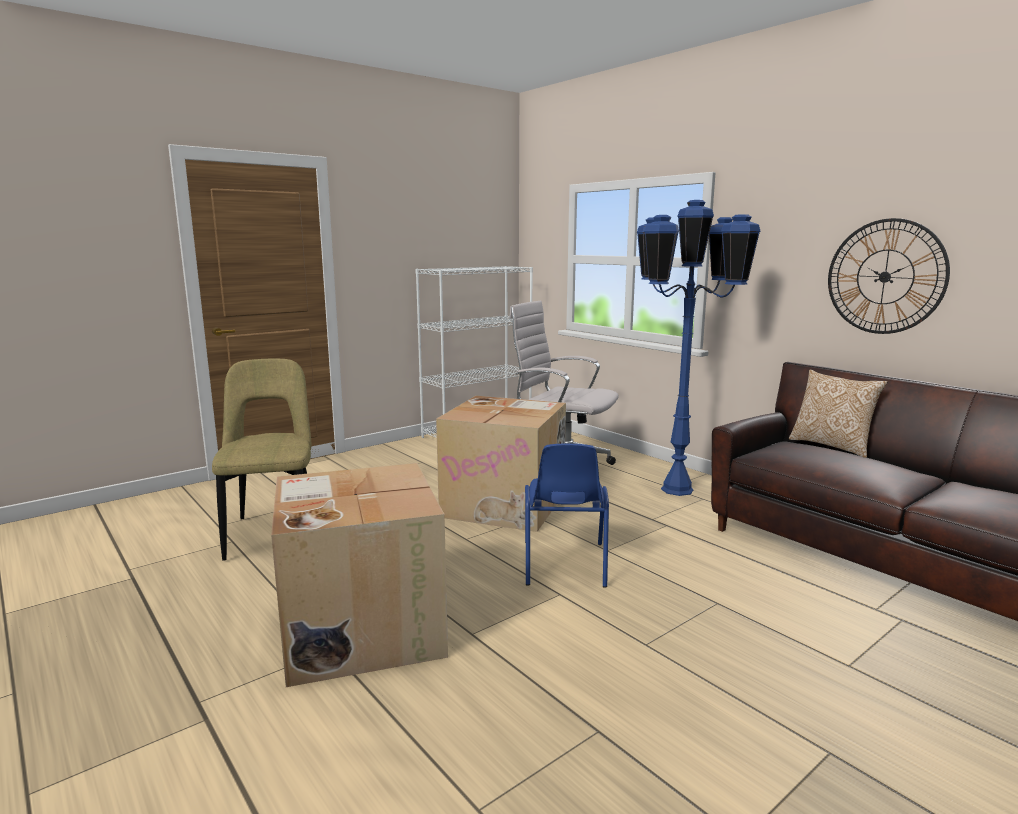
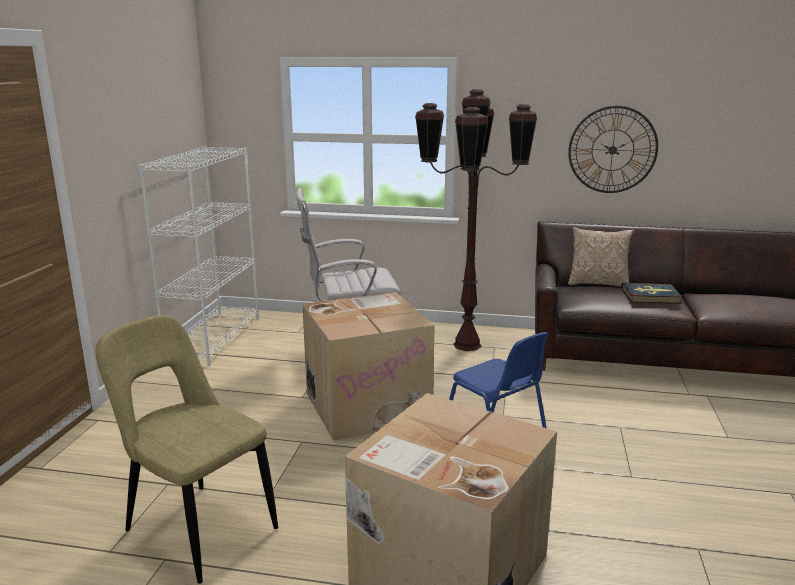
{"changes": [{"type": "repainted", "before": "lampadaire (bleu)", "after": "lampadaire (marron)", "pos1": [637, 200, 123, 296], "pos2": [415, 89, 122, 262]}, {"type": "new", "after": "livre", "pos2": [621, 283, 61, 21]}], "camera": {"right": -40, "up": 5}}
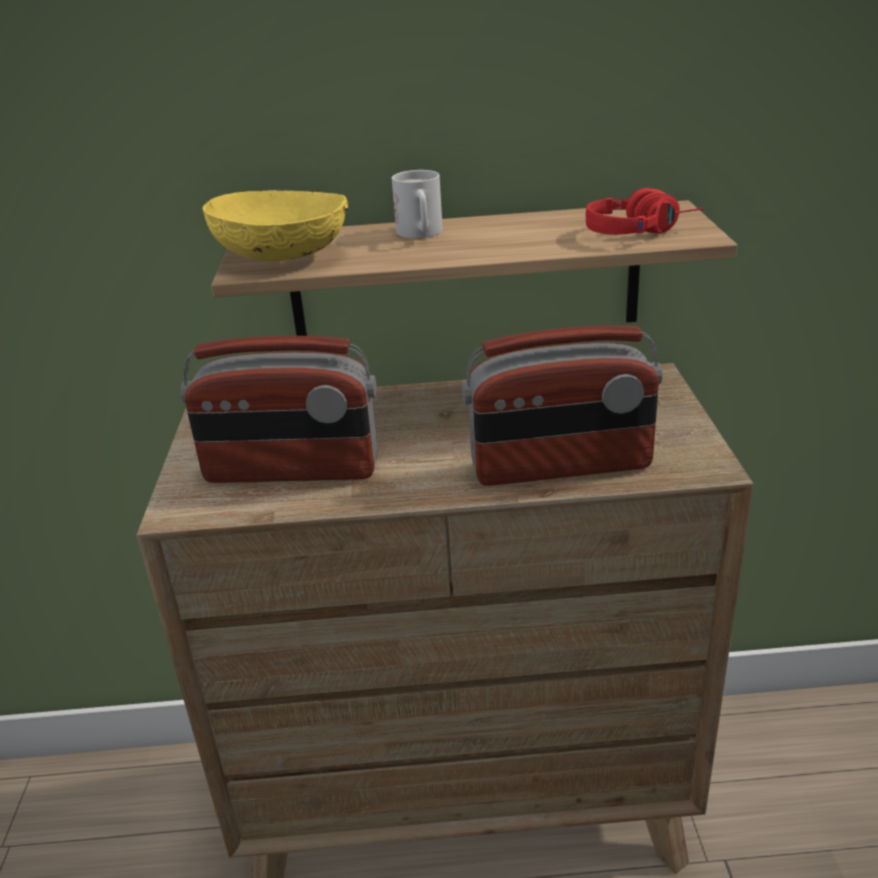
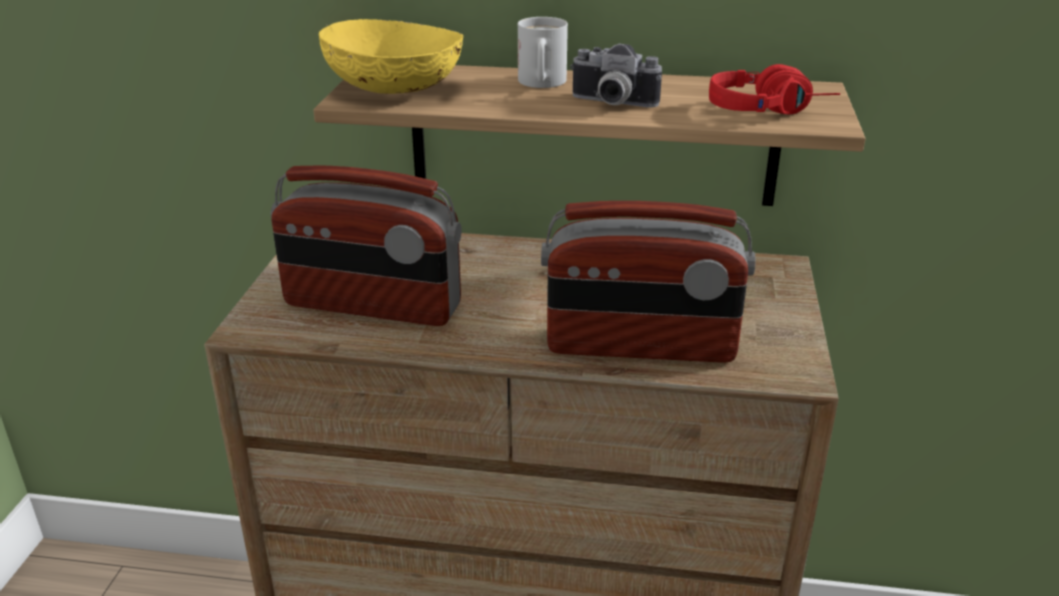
{"changes": [{"type": "new", "after": "appareil photo", "pos2": [570, 43, 92, 65]}], "camera": {"right": 10, "up": 0}}
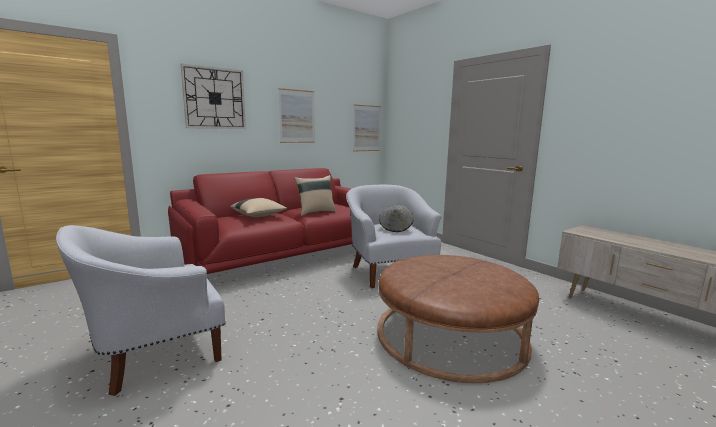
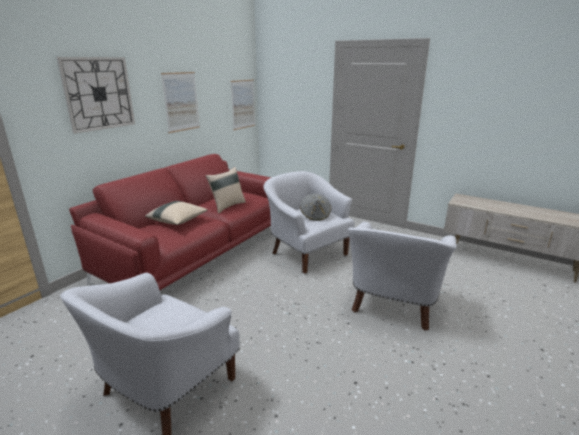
{"changes": [{"type": "swapped", "before": "pouf (marron)", "after": "fauteuil (blanc)", "pos1": [377, 255, 162, 128], "pos2": [347, 222, 110, 109]}], "camera": {"right": -20, "up": 10}}
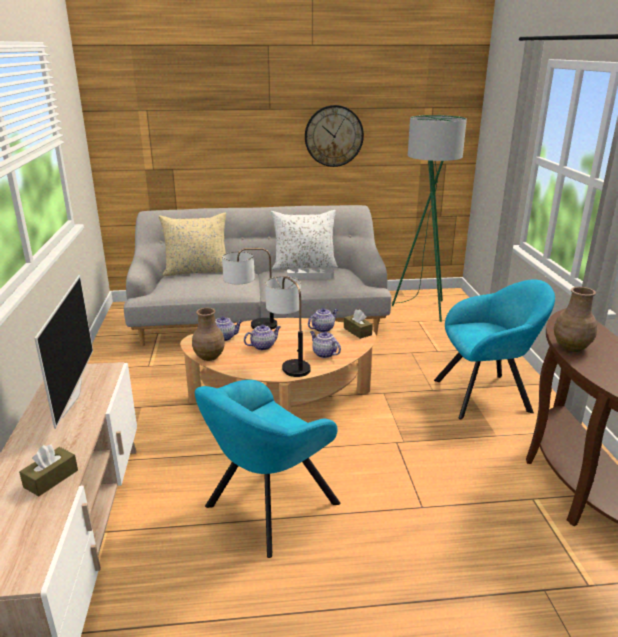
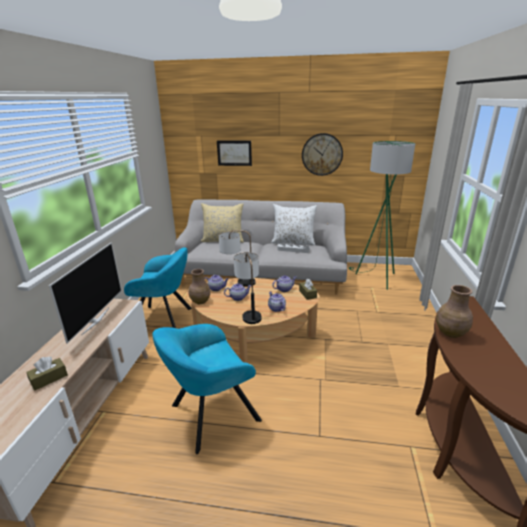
{"changes": [{"type": "shifted", "before": "fauteuil (turquoise)", "pos1": [434, 279, 121, 140], "pos2": [124, 247, 68, 81]}, {"type": "new", "after": "tableau", "pos2": [217, 141, 35, 25]}], "camera": {"right": 15, "up": 0}}
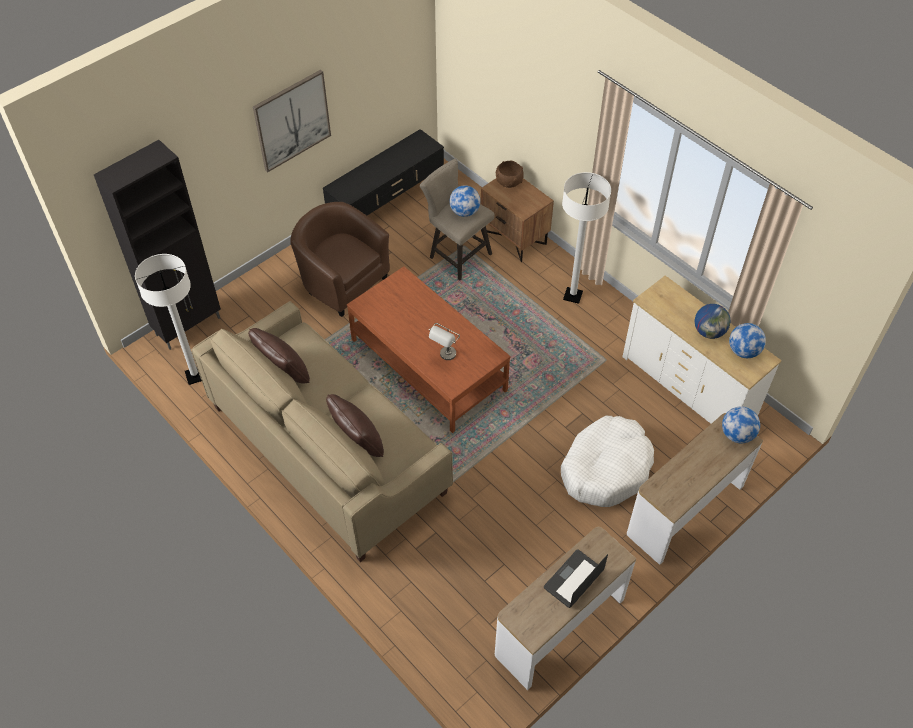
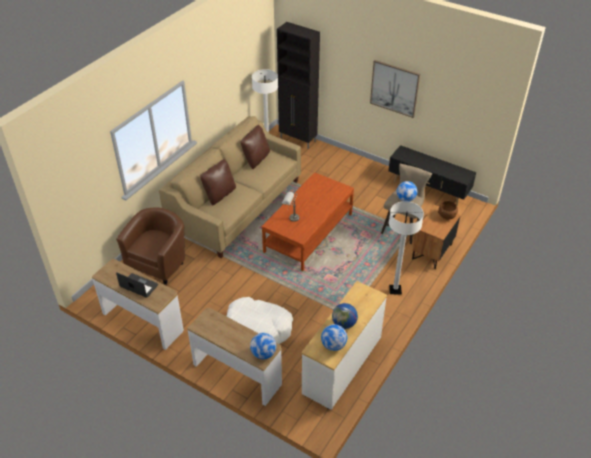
{"changes": [{"type": "shifted", "before": "fauteuil (marron)", "pos1": [291, 202, 99, 115], "pos2": [116, 207, 69, 78]}], "camera": {"right": 75, "up": -10}}
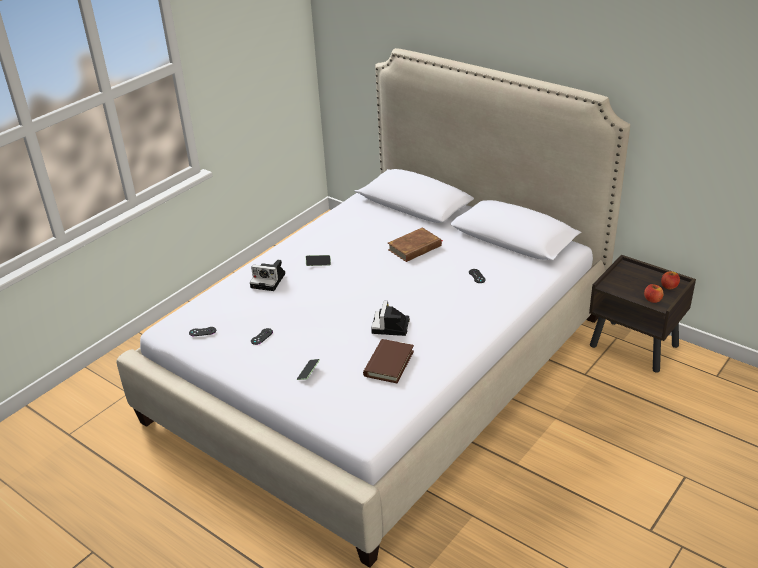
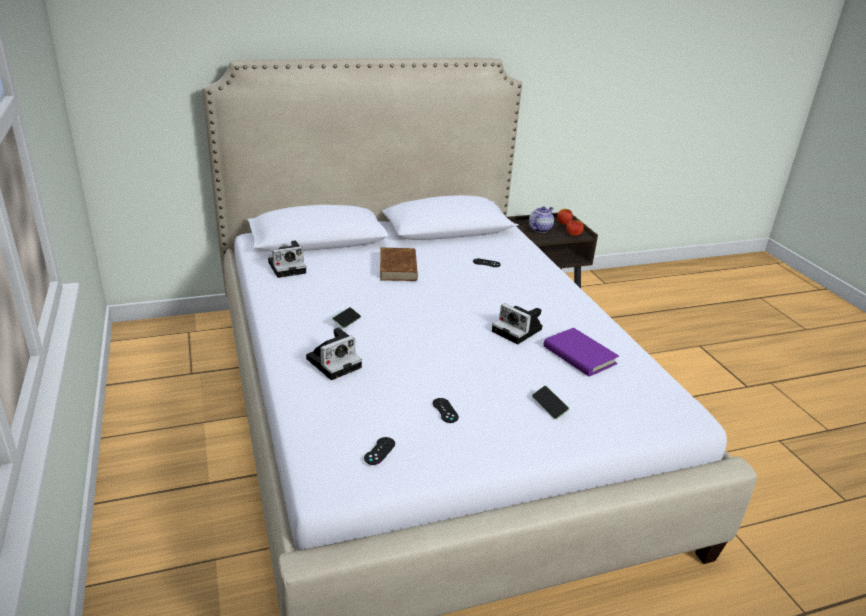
{"changes": [{"type": "new", "after": "appareil photo", "pos2": [268, 240, 38, 38]}, {"type": "new", "after": "théière", "pos2": [529, 206, 25, 27]}, {"type": "repainted", "before": "livre (marron)", "after": "livre (violet)", "pos1": [363, 339, 51, 44], "pos2": [544, 328, 75, 49]}], "camera": {"right": -60, "up": -5}}
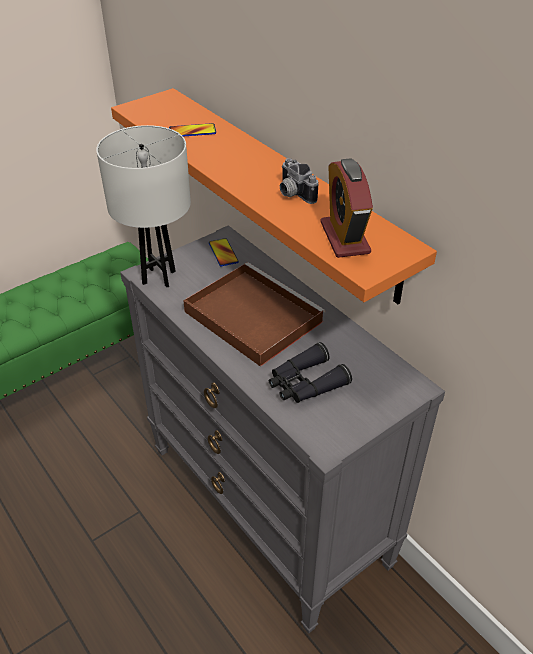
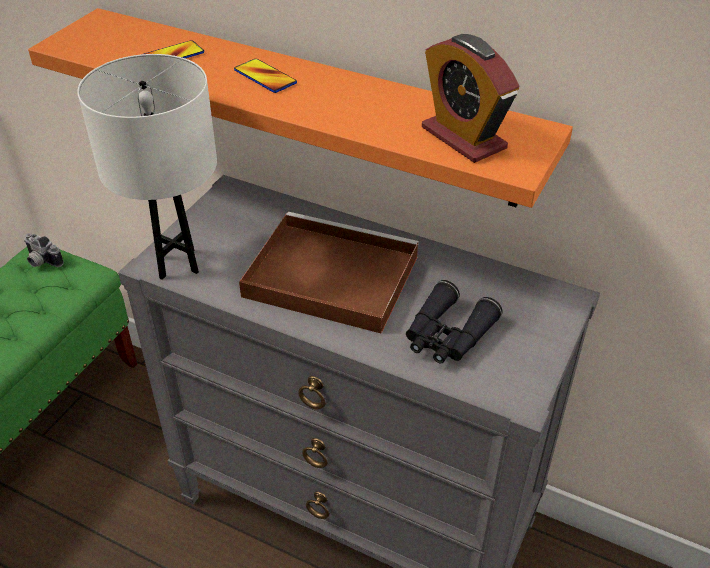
{"changes": [{"type": "shifted", "before": "appareil photo", "pos1": [280, 158, 38, 46], "pos2": [24, 233, 40, 34]}, {"type": "shifted", "before": "téléphone", "pos1": [209, 238, 30, 28], "pos2": [234, 59, 63, 34]}], "camera": {"right": -25, "up": 0}}
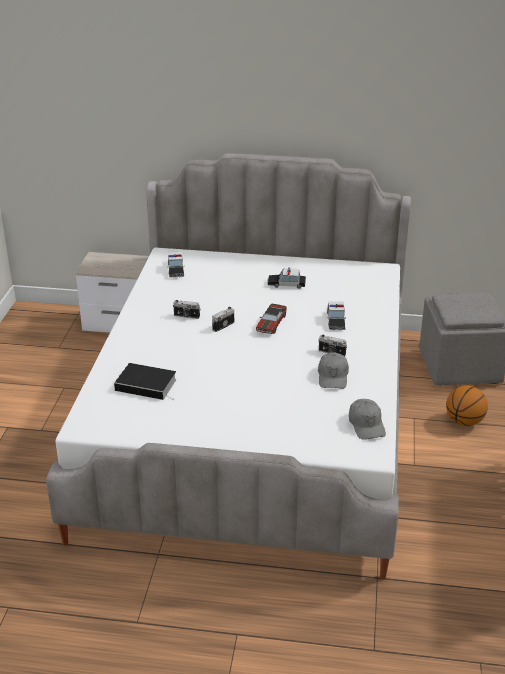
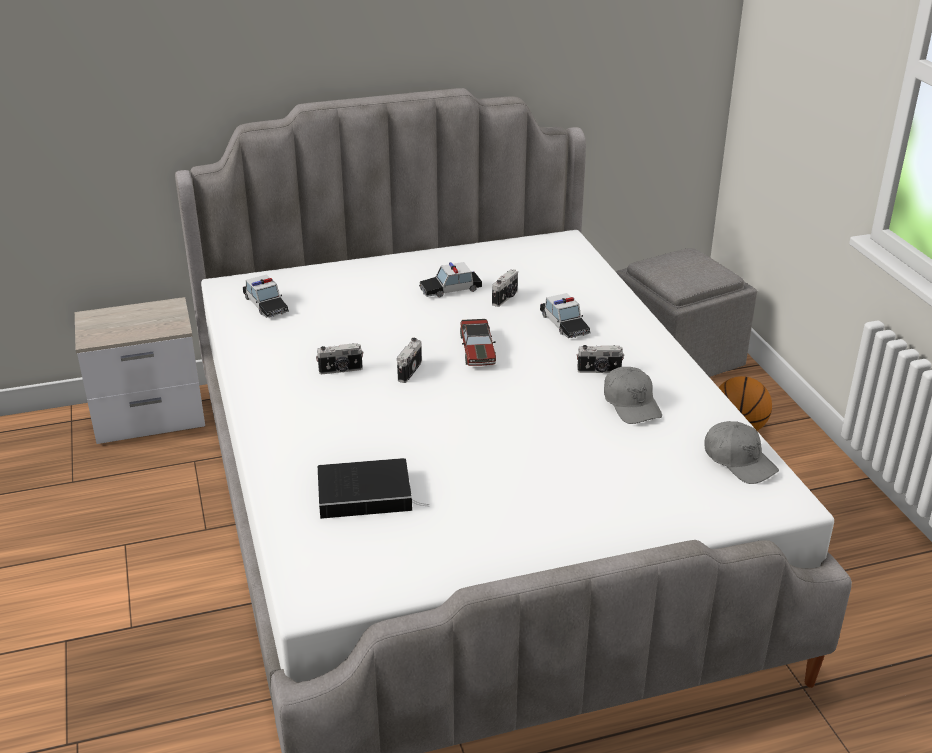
{"changes": [{"type": "new", "after": "appareil photo", "pos2": [492, 269, 26, 38]}], "camera": {"right": -25, "up": 0}}
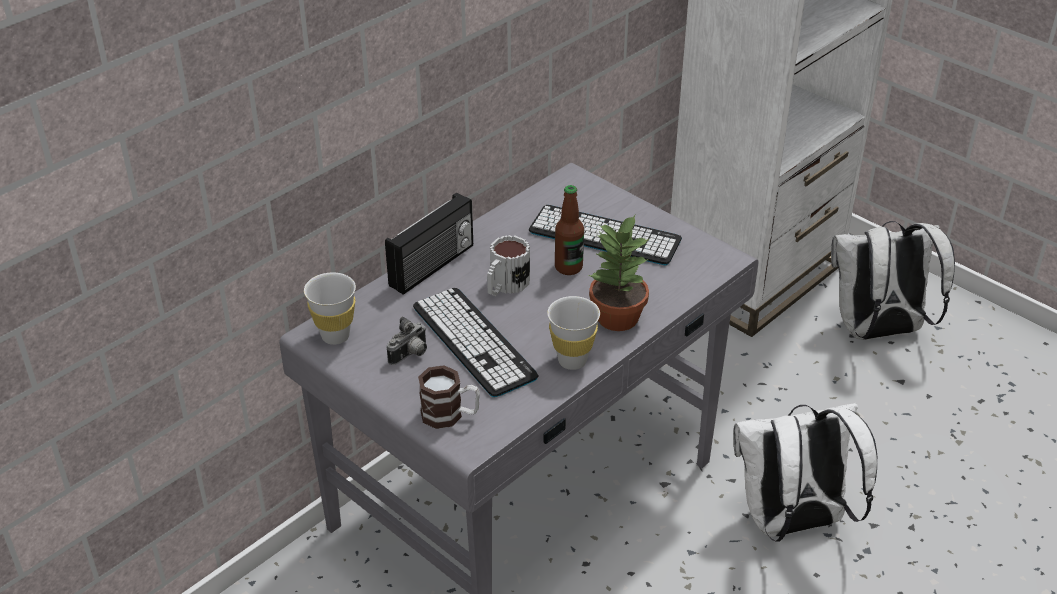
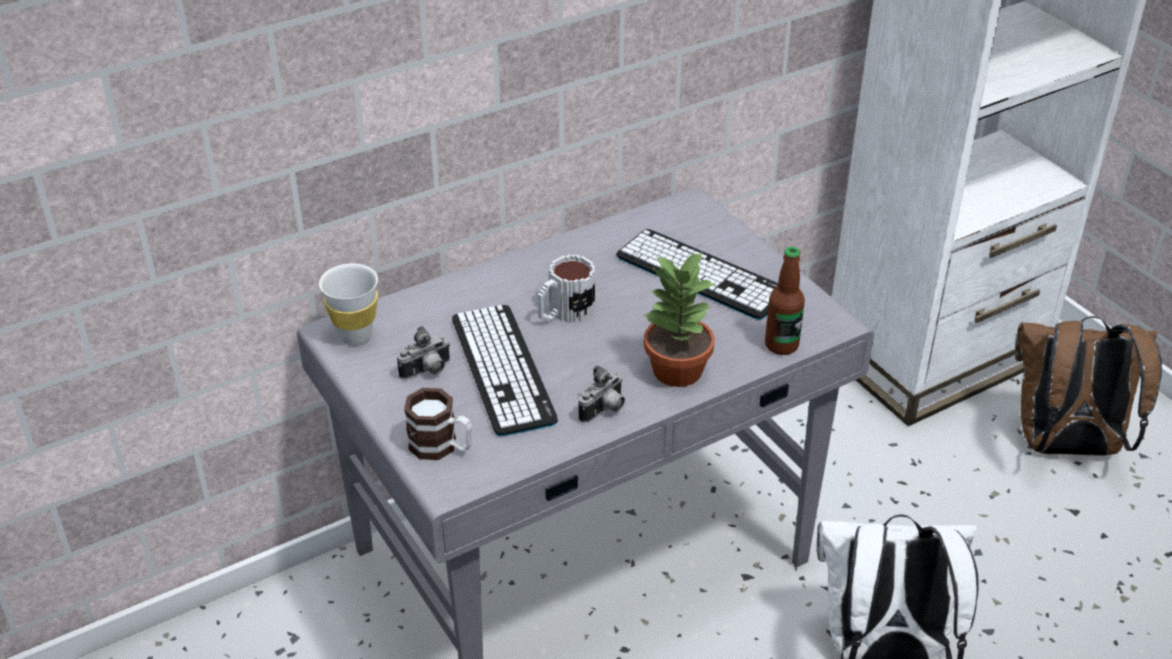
{"changes": [{"type": "swapped", "before": "tasse (blanc)", "after": "appareil photo", "pos1": [547, 296, 53, 74], "pos2": [578, 365, 47, 58]}, {"type": "shifted", "before": "bouteille", "pos1": [555, 185, 29, 90], "pos2": [765, 247, 40, 108]}, {"type": "repainted", "before": "sac à dos (blanc)", "after": "sac à dos (marron)", "pos1": [831, 221, 124, 119], "pos2": [1015, 316, 147, 140]}, {"type": "gone", "before": "radio", "pos1": [385, 193, 88, 102]}], "camera": {"right": 15, "up": 0}}
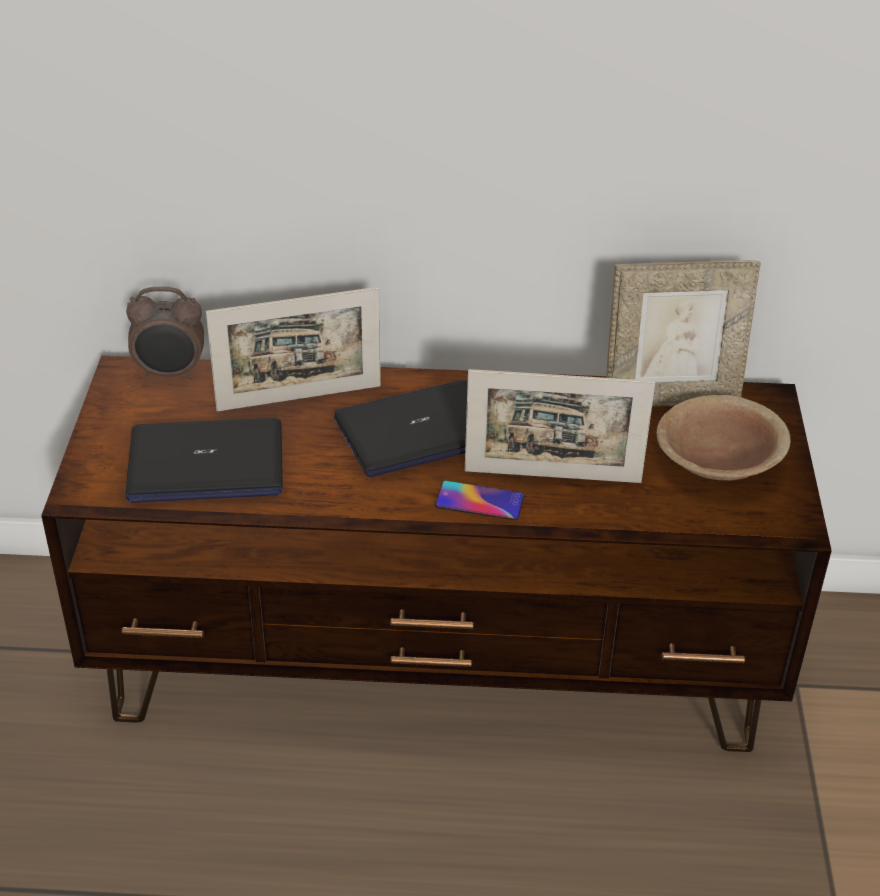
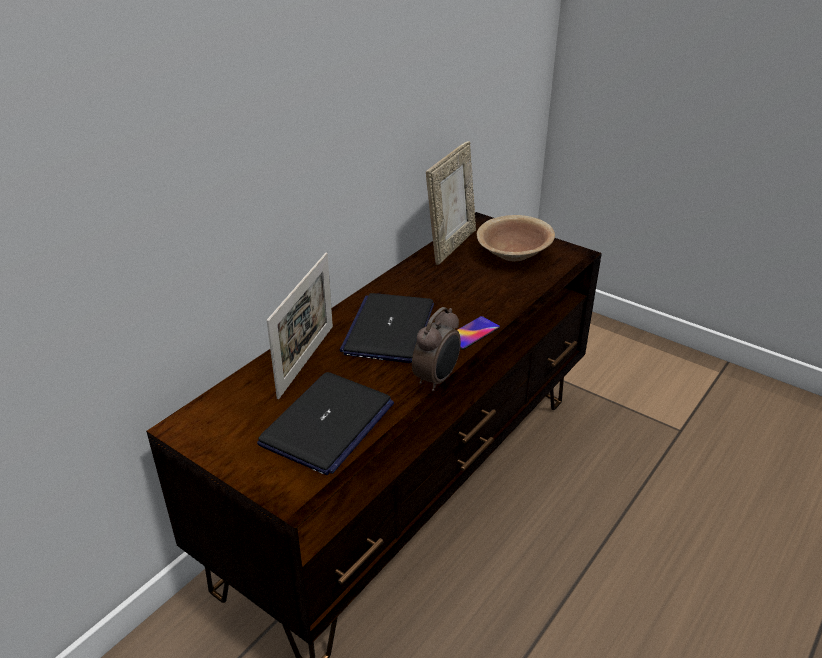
{"changes": [{"type": "shifted", "before": "réveil", "pos1": [126, 287, 78, 92], "pos2": [412, 307, 49, 84]}, {"type": "gone", "before": "cadre photo", "pos1": [465, 369, 190, 114]}], "camera": {"right": -55, "up": -5}}
